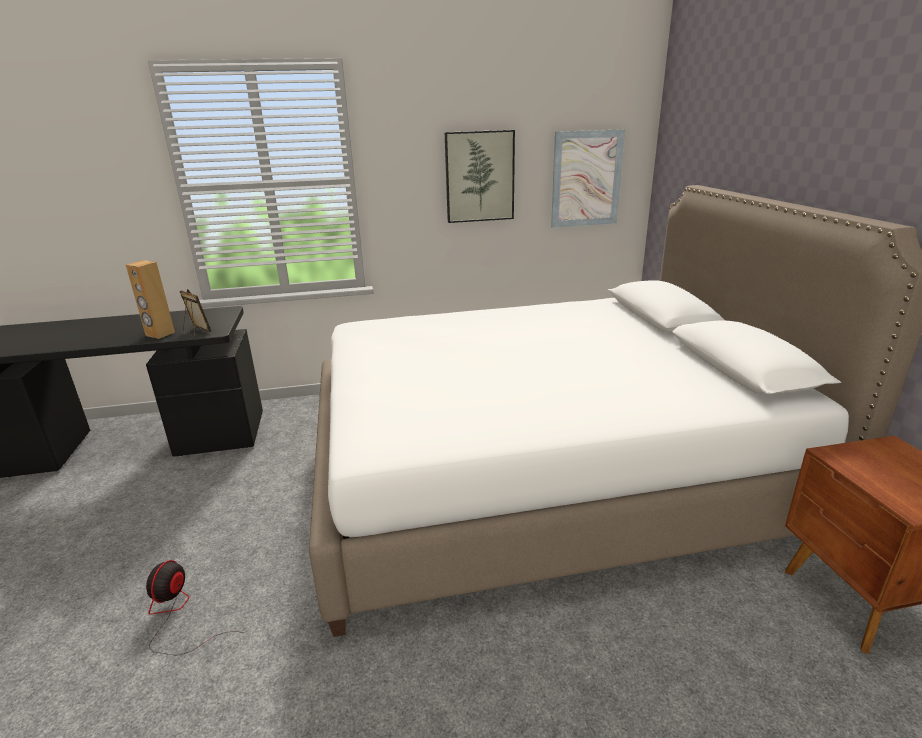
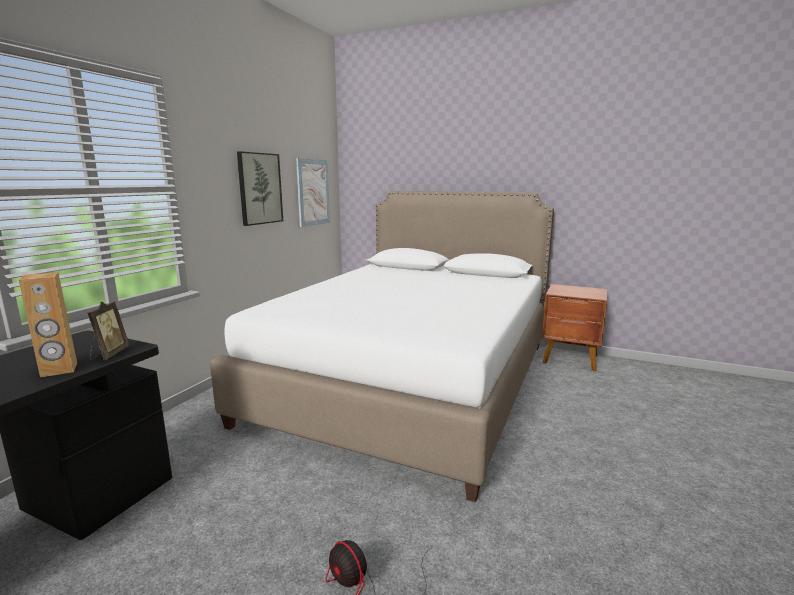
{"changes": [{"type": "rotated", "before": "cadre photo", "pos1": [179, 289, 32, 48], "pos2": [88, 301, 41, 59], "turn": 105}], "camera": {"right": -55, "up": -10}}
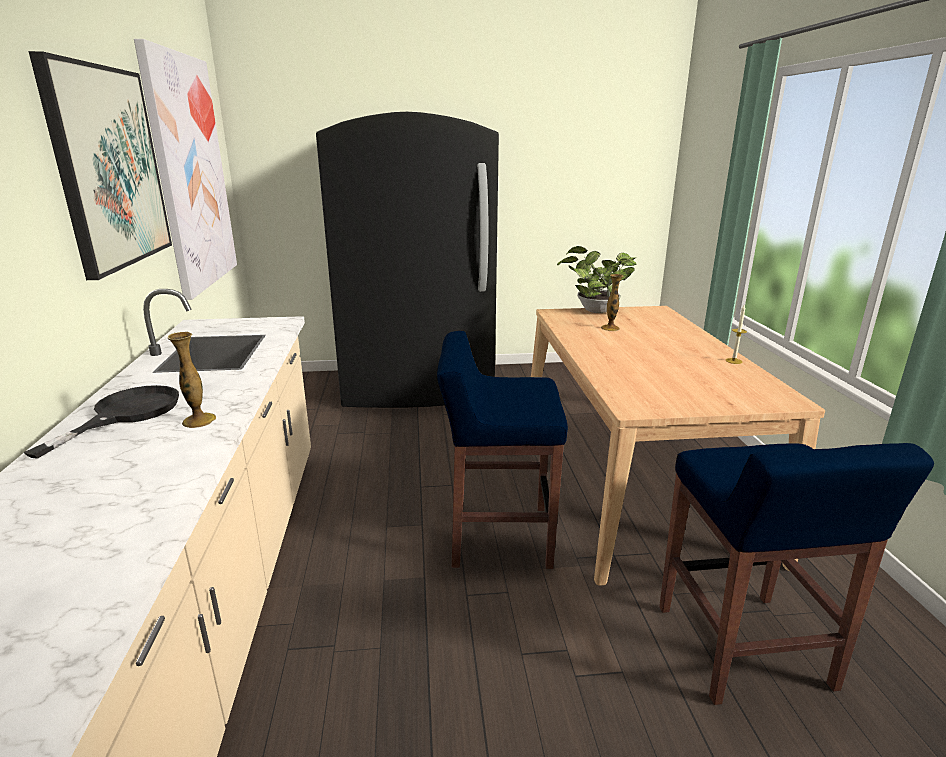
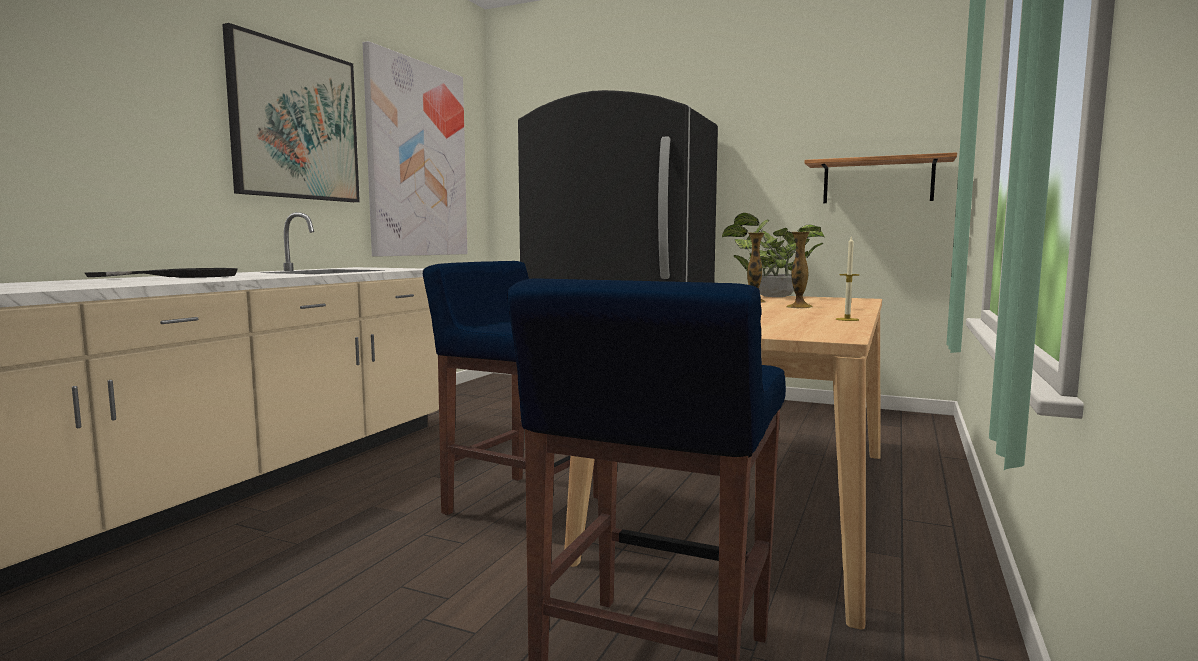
{"changes": [{"type": "shifted", "before": "vase", "pos1": [167, 332, 49, 96], "pos2": [786, 232, 27, 76]}, {"type": "new", "after": "étagère", "pos2": [805, 152, 152, 51]}], "camera": {"right": 30, "up": -15}}
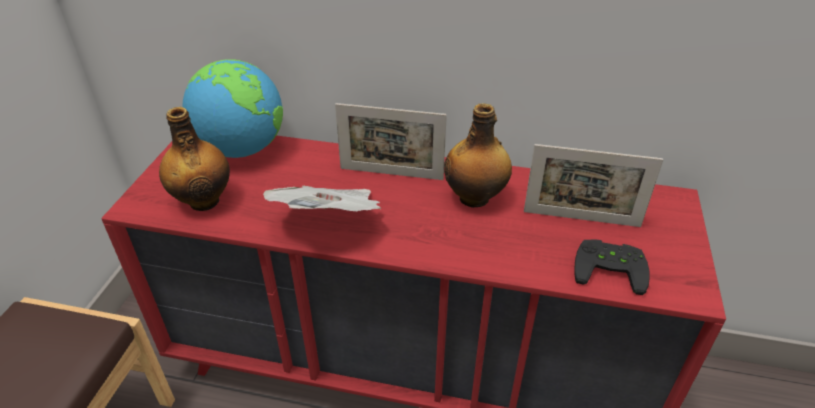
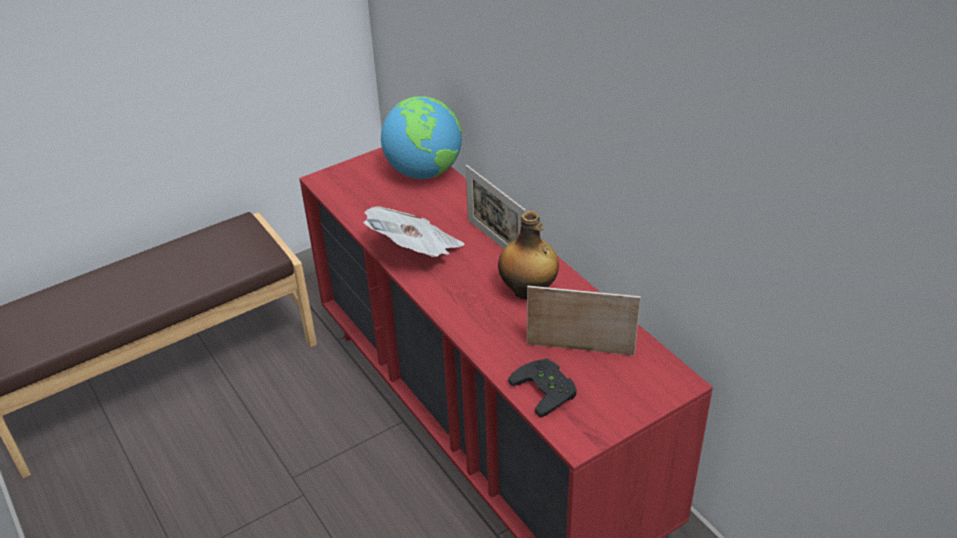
{"changes": [{"type": "rotated", "before": "cadre photo", "pos1": [524, 144, 139, 83], "pos2": [527, 286, 114, 69], "turn": 135}, {"type": "gone", "before": "bouteille", "pos1": [159, 107, 71, 104]}], "camera": {"right": 45, "up": 0}}
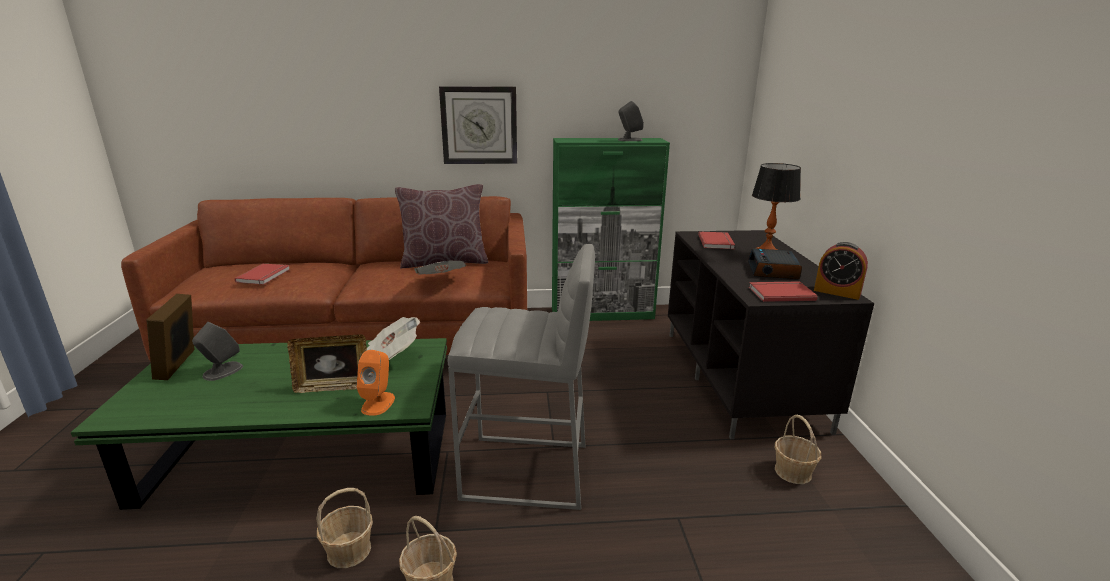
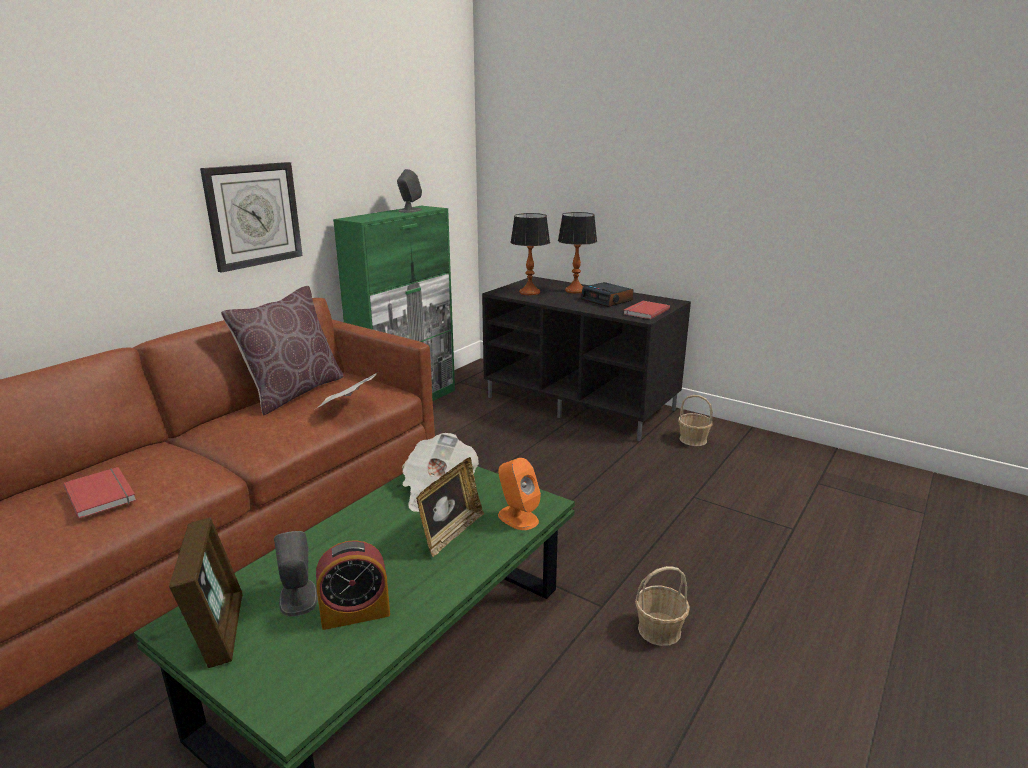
{"changes": [{"type": "rotated", "before": "cadre photo", "pos1": [146, 294, 49, 86], "pos2": [169, 517, 74, 151], "turn": -135}, {"type": "shifted", "before": "réveil", "pos1": [814, 242, 54, 58], "pos2": [316, 540, 74, 90]}, {"type": "swapped", "before": "livre (rouge)", "after": "lampe de table", "pos1": [698, 231, 37, 18], "pos2": [510, 213, 40, 82]}, {"type": "gone", "before": "panier", "pos1": [317, 488, 56, 80]}, {"type": "gone", "before": "tabouret (gris)", "pos1": [448, 244, 147, 266]}], "camera": {"right": -50, "up": 0}}
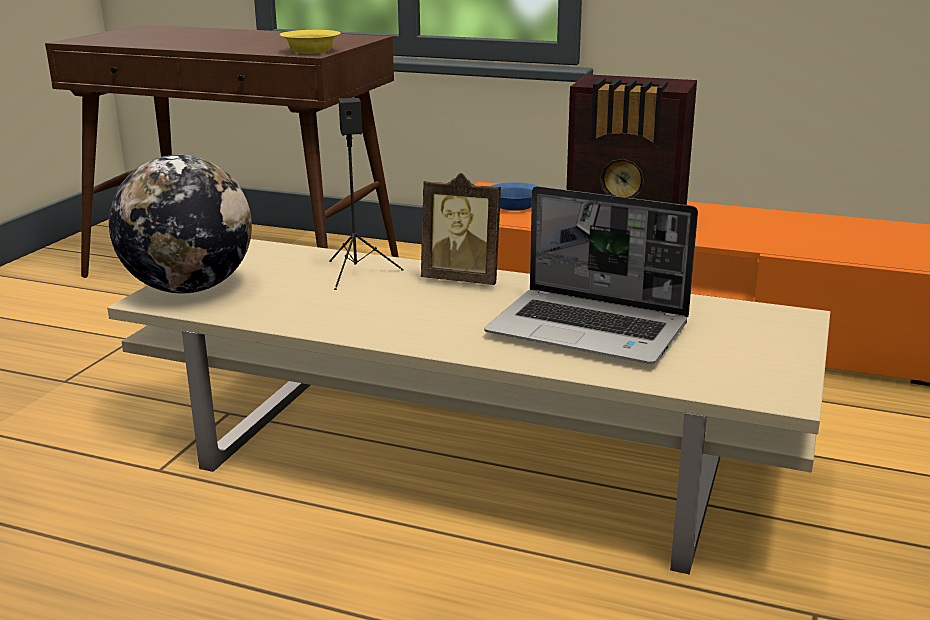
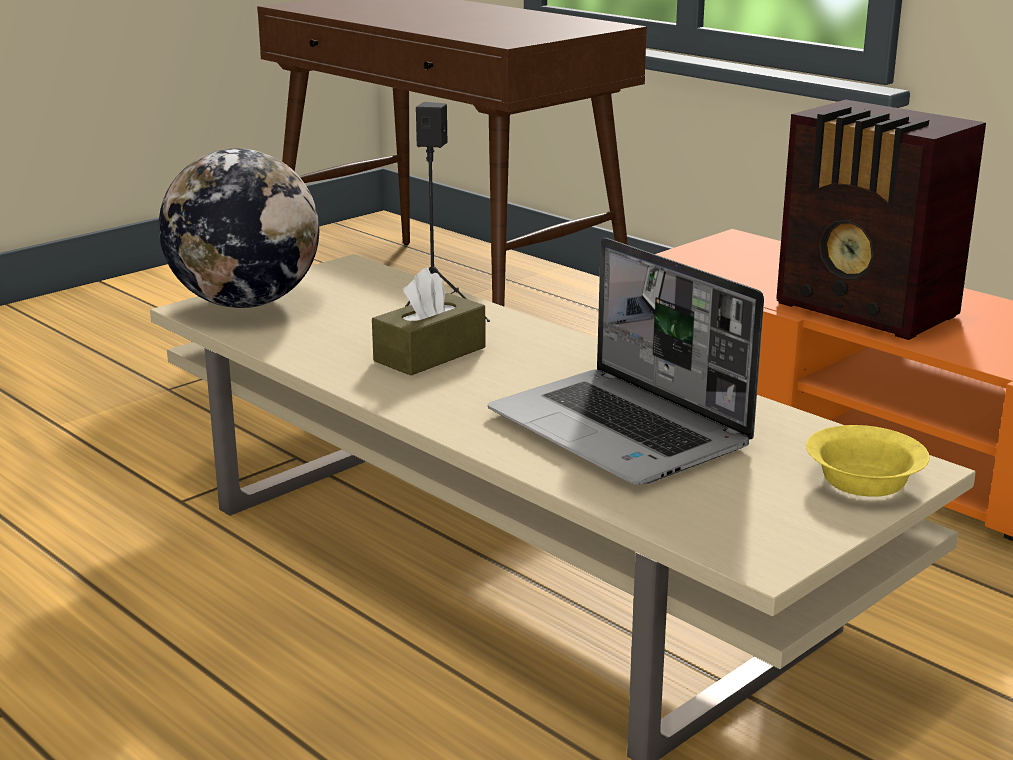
{"changes": [{"type": "new", "after": "boîte à mouchoirs (marron)", "pos2": [372, 267, 114, 109]}, {"type": "shifted", "before": "bol (jaune)", "pos1": [280, 30, 60, 24], "pos2": [806, 425, 124, 72]}, {"type": "gone", "before": "cadre photo", "pos1": [421, 173, 80, 112]}, {"type": "gone", "before": "bol (bleu)", "pos1": [490, 182, 47, 29]}], "camera": {"right": 25, "up": 0}}
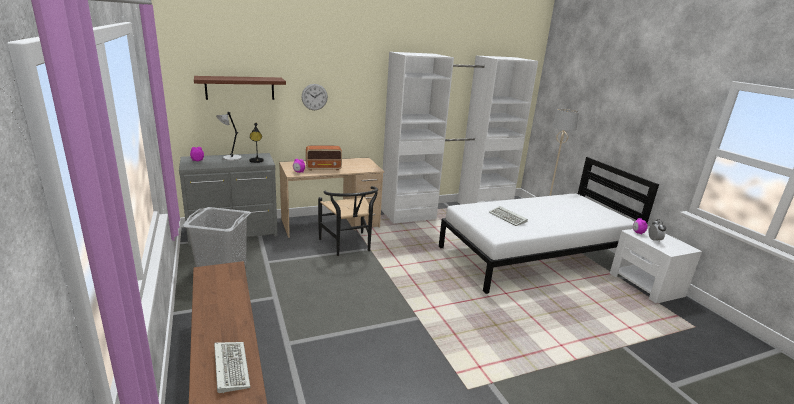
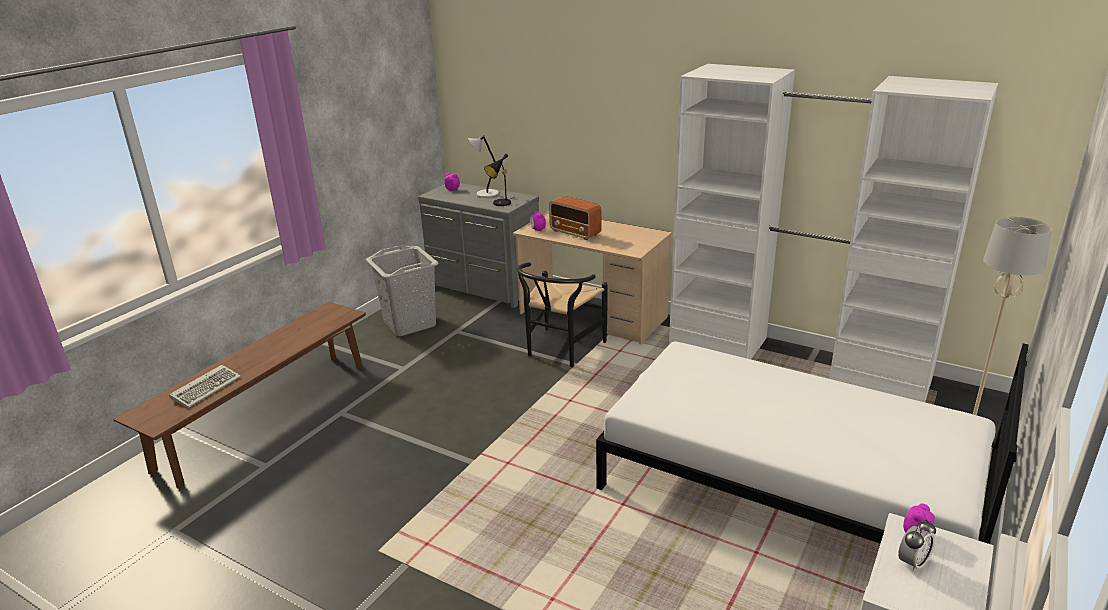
{"changes": [{"type": "gone", "before": "étagère (marron)", "pos1": [194, 76, 92, 24]}, {"type": "gone", "before": "horloge murale", "pos1": [302, 84, 26, 26]}, {"type": "gone", "before": "clavier", "pos1": [489, 206, 39, 20]}], "camera": {"right": 55, "up": 5}}
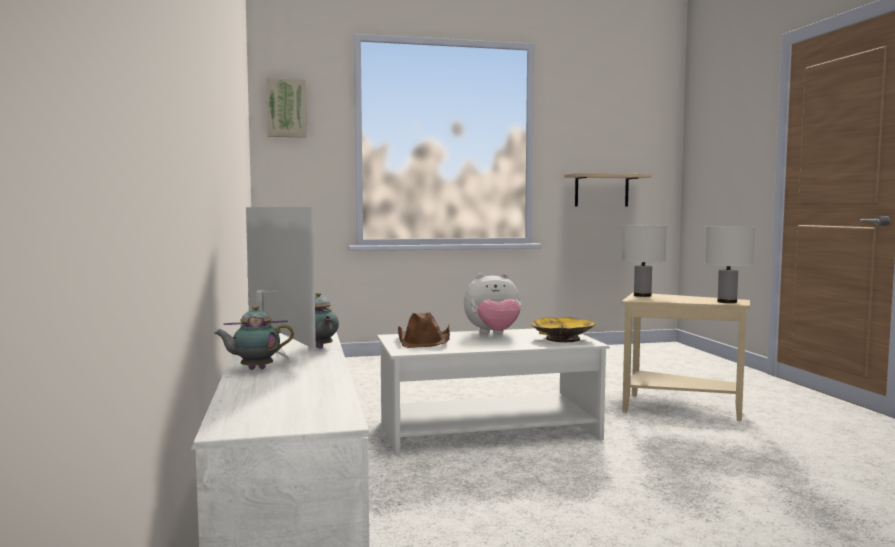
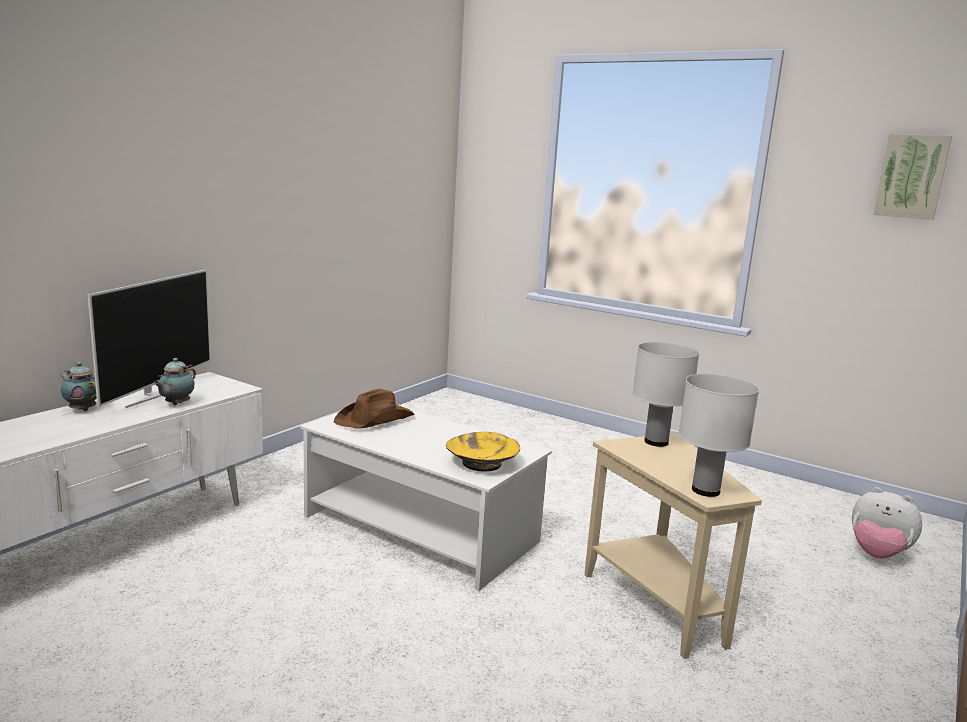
{"changes": [{"type": "shifted", "before": "peluche", "pos1": [464, 273, 57, 61], "pos2": [852, 487, 70, 72]}, {"type": "shifted", "before": "tableau", "pos1": [266, 78, 41, 60], "pos2": [873, 134, 79, 86]}, {"type": "gone", "before": "étagère", "pos1": [564, 173, 88, 34]}], "camera": {"right": 45, "up": 10}}
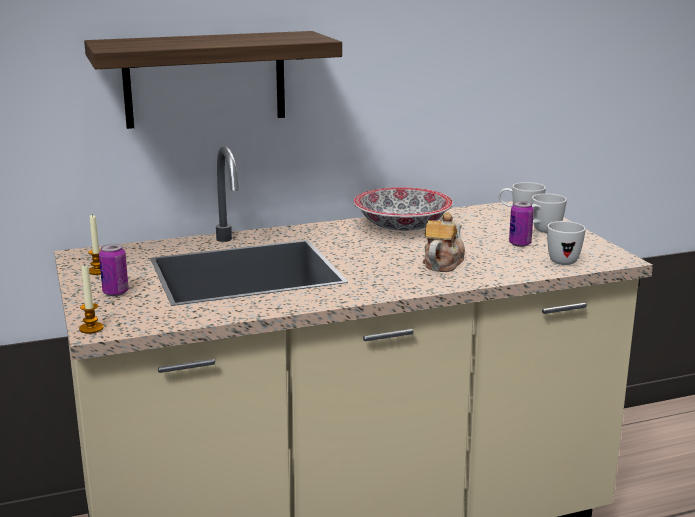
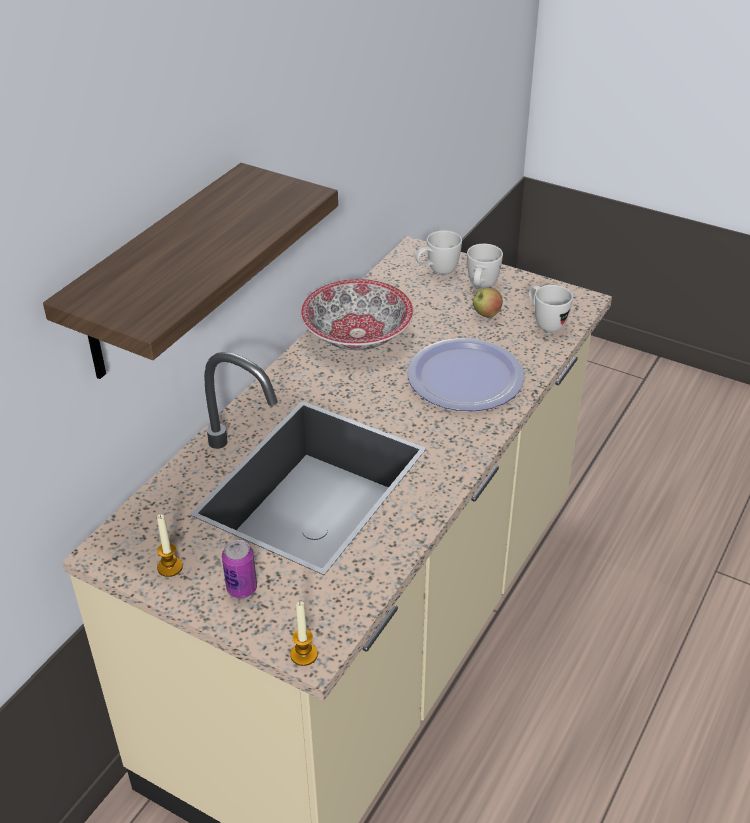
{"changes": [{"type": "swapped", "before": "théière", "after": "assiette", "pos1": [423, 213, 42, 59], "pos2": [408, 338, 117, 73]}, {"type": "swapped", "before": "boîte métallique", "after": "pomme", "pos1": [509, 201, 25, 46], "pos2": [473, 288, 30, 30]}], "camera": {"right": -40, "up": 20}}
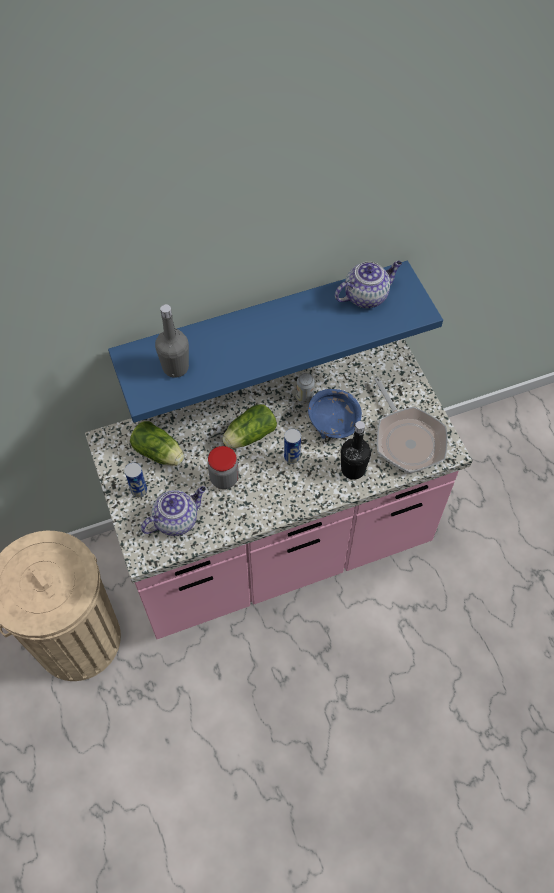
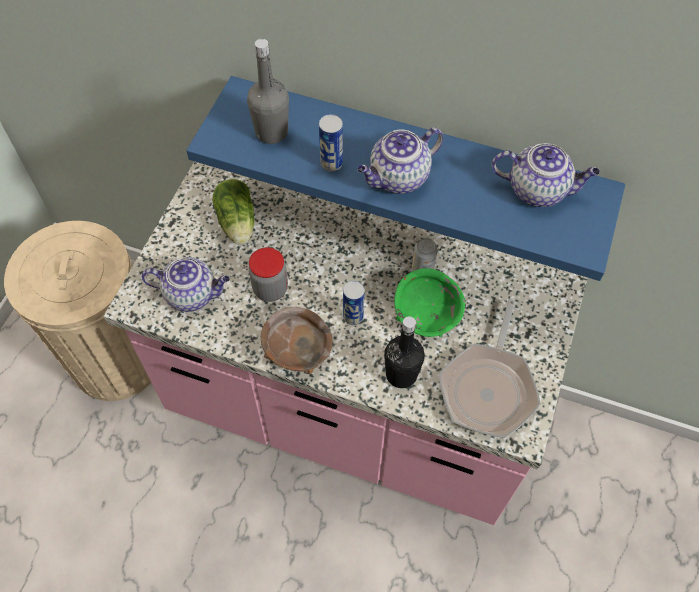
{"changes": [{"type": "new", "after": "bol (marron)", "pos2": [261, 306, 72, 68]}, {"type": "shifted", "before": "boîte métallique", "pos1": [124, 462, 23, 35], "pos2": [319, 114, 24, 58]}, {"type": "new", "after": "théière", "pos2": [357, 127, 86, 67]}, {"type": "repainted", "before": "bol (bleu)", "after": "bol (vert)", "pos1": [308, 389, 54, 50], "pos2": [394, 268, 71, 69]}, {"type": "gone", "before": "laitue", "pos1": [222, 404, 55, 45]}], "camera": {"right": 40, "up": 0}}
